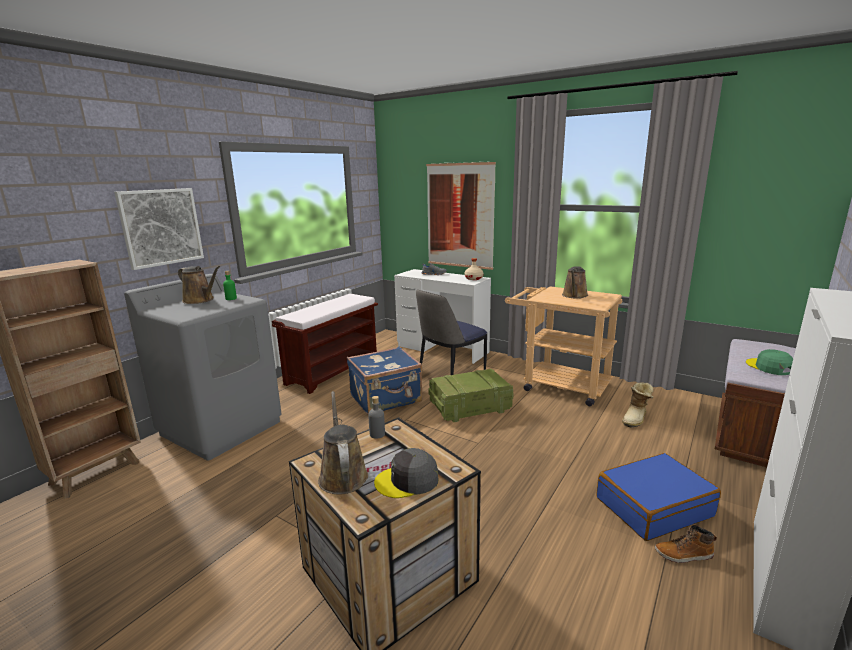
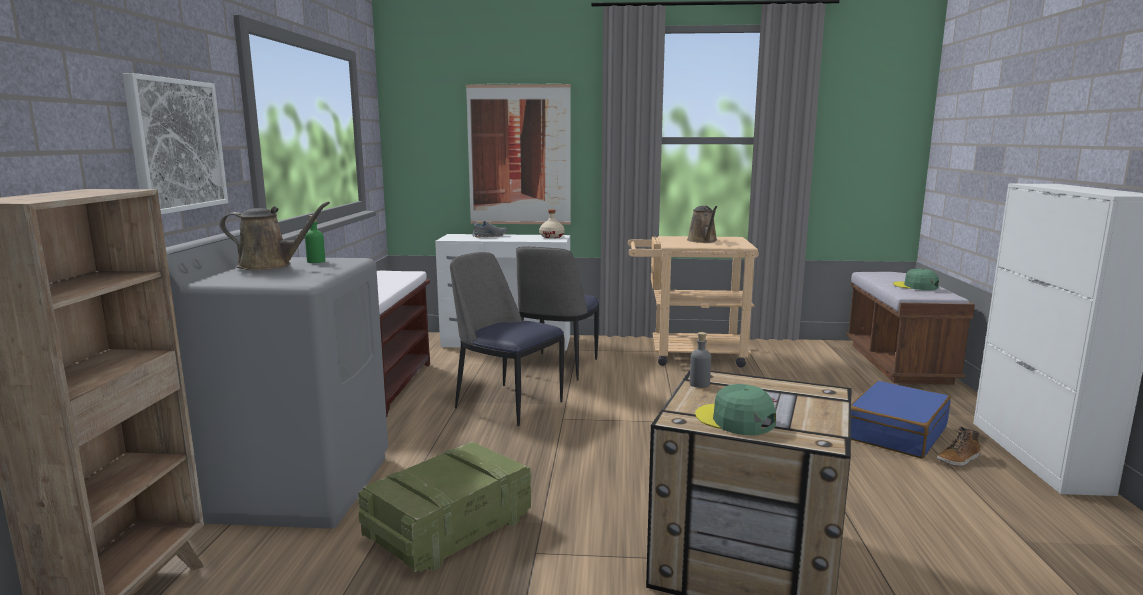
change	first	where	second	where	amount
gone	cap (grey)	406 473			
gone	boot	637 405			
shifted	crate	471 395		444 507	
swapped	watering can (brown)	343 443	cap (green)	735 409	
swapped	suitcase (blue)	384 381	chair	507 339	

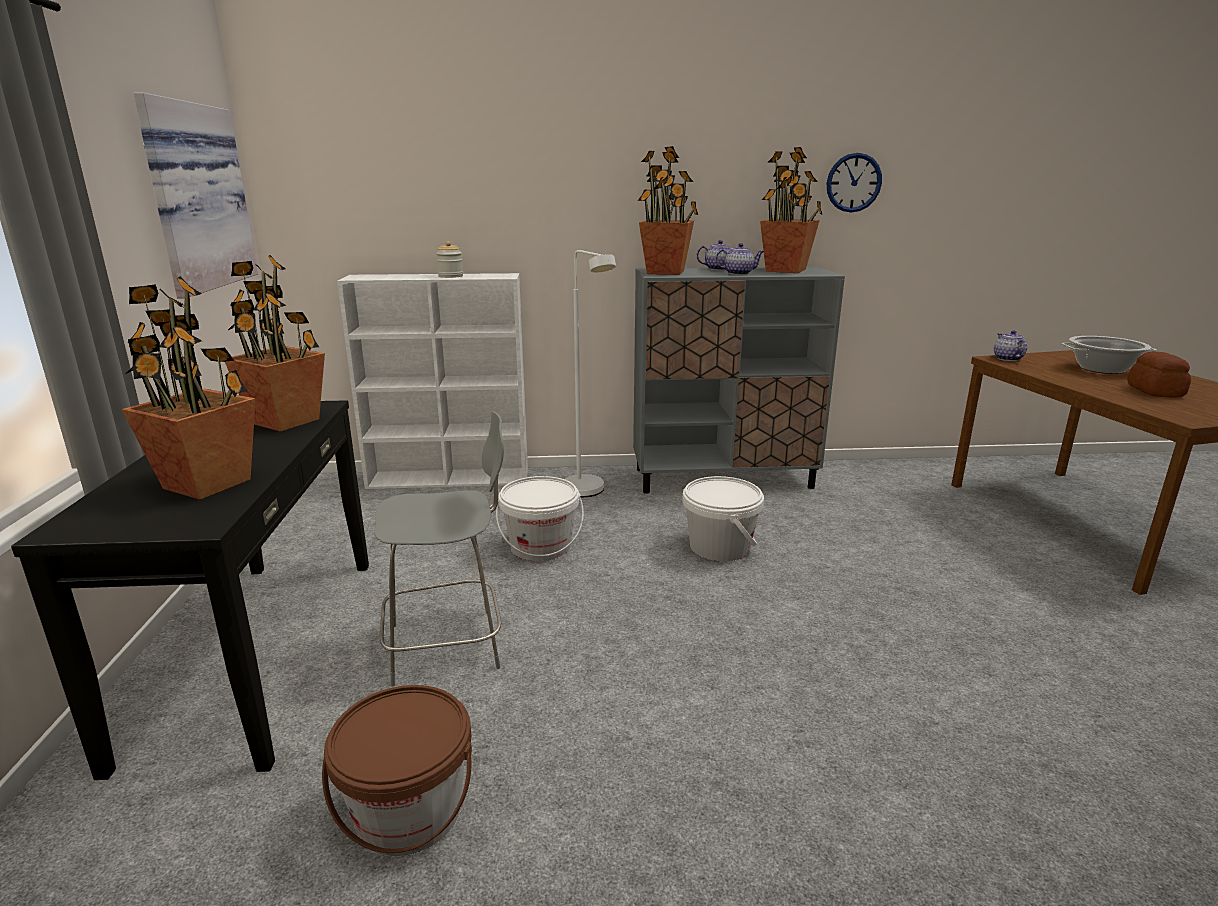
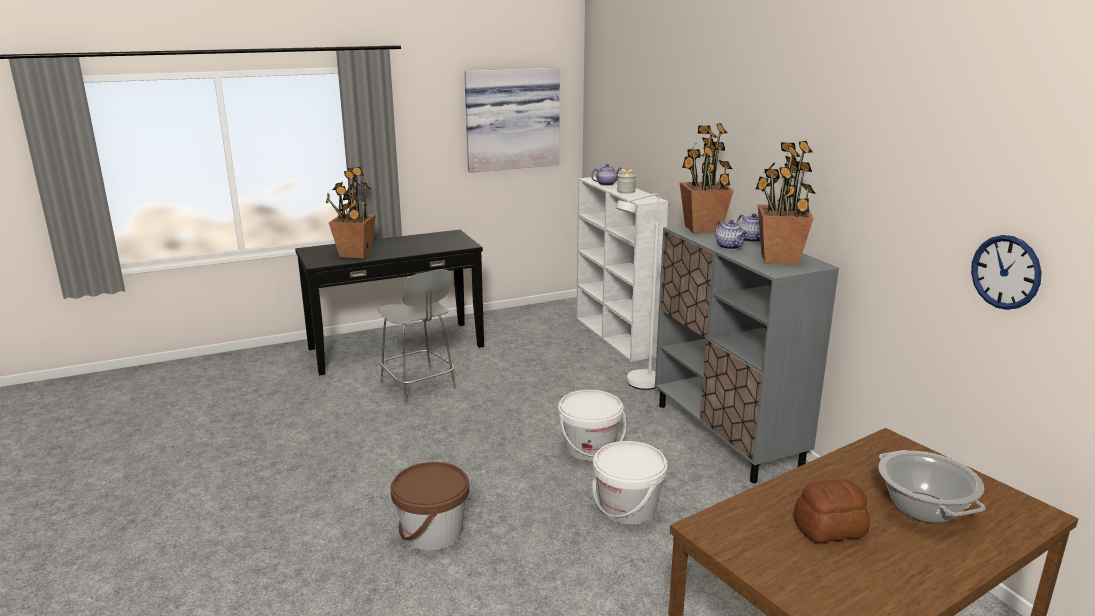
change	first	where	second	where	amount
gone	potted plant	275 343			
shifted	bucket (brown)	397 771		430 506	
shifted	bucket (white)	540 518		630 483	
shifted	wall clock	854 183		1006 272	
shifted	teapot	1010 345		606 175	

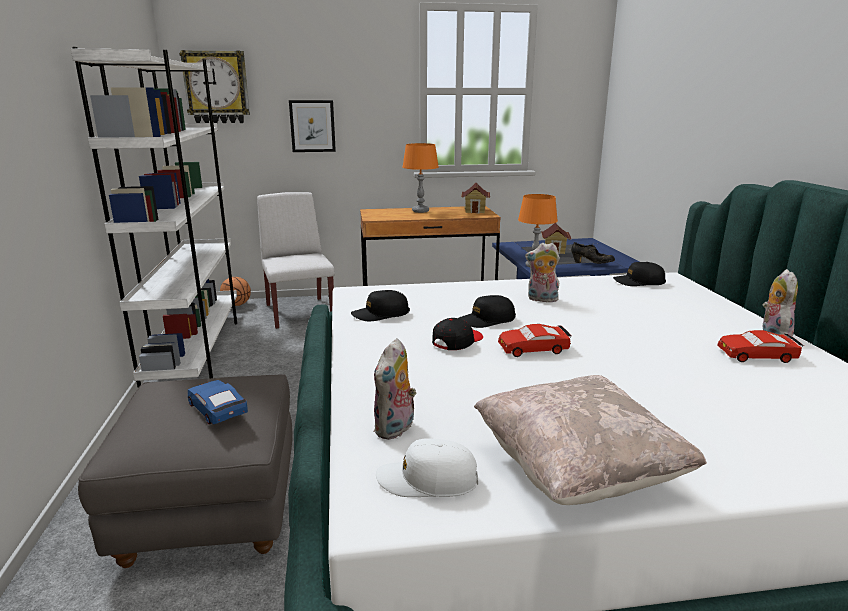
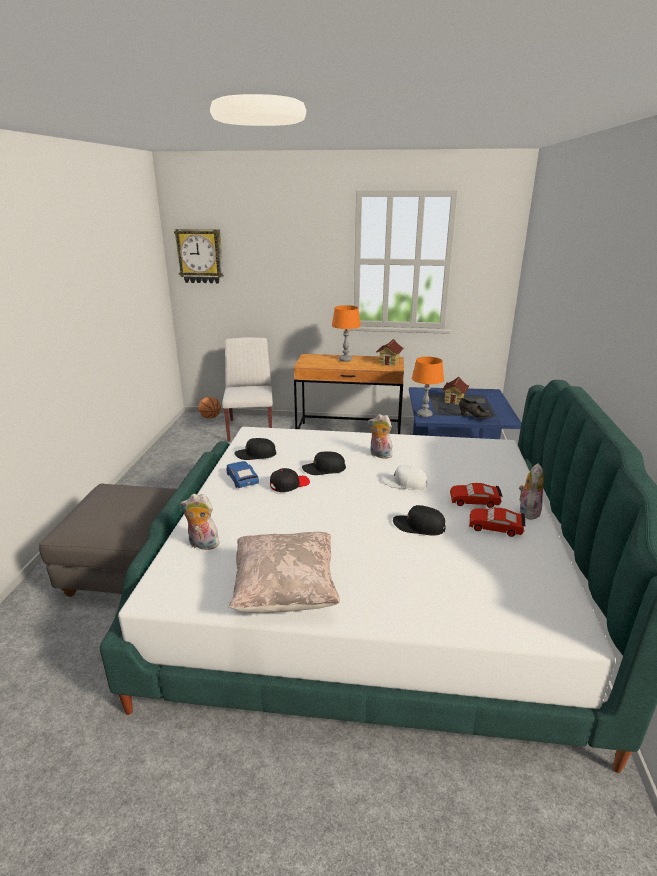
change	first	where	second	where	amount
gone	bookcase (white)	154 217			
gone	picture	312 126			
shifted	toy car (blue)	218 402		242 474	
shifted	cap (white)	427 467		404 477	
shifted	toy car (red)	534 340		476 495	
shifted	cap (black)	639 274		419 520	
rotated	plush toy	395 389		200 522	60 degrees clockwise

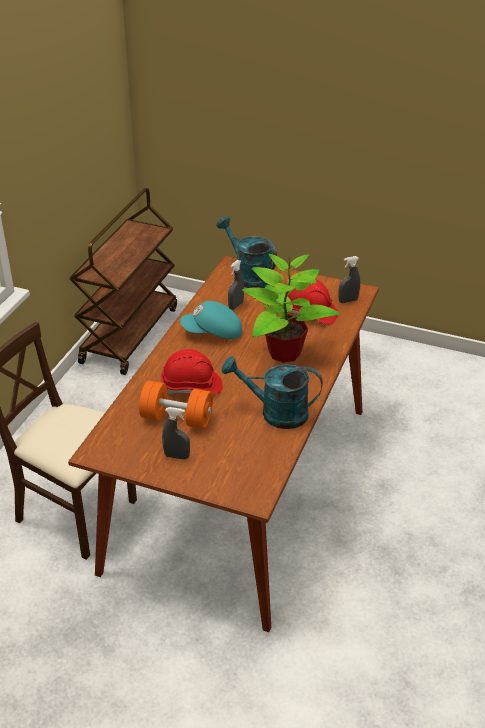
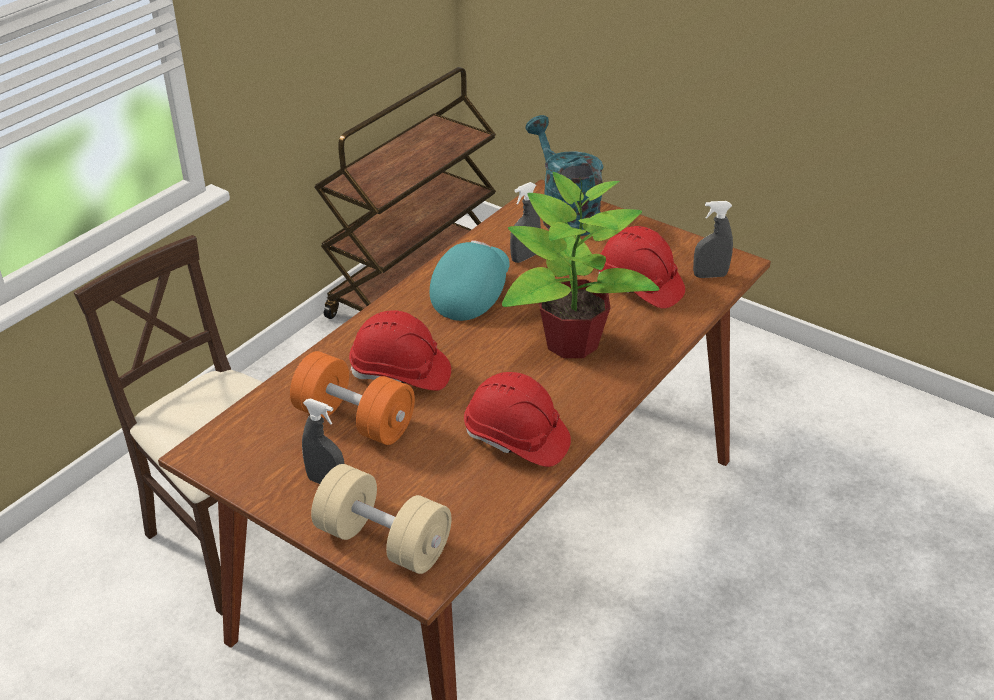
change	first	where	second	where	amount
new			dumbbell (beige)	381 519	
swapped	watering can (turquoise)	272 392	hard hat (red)	517 419	
rotated	cap (turquoise)	211 320		470 280	105 degrees clockwise

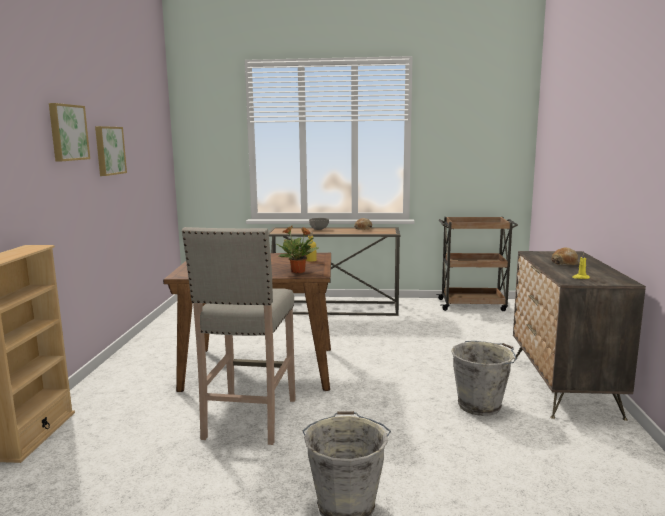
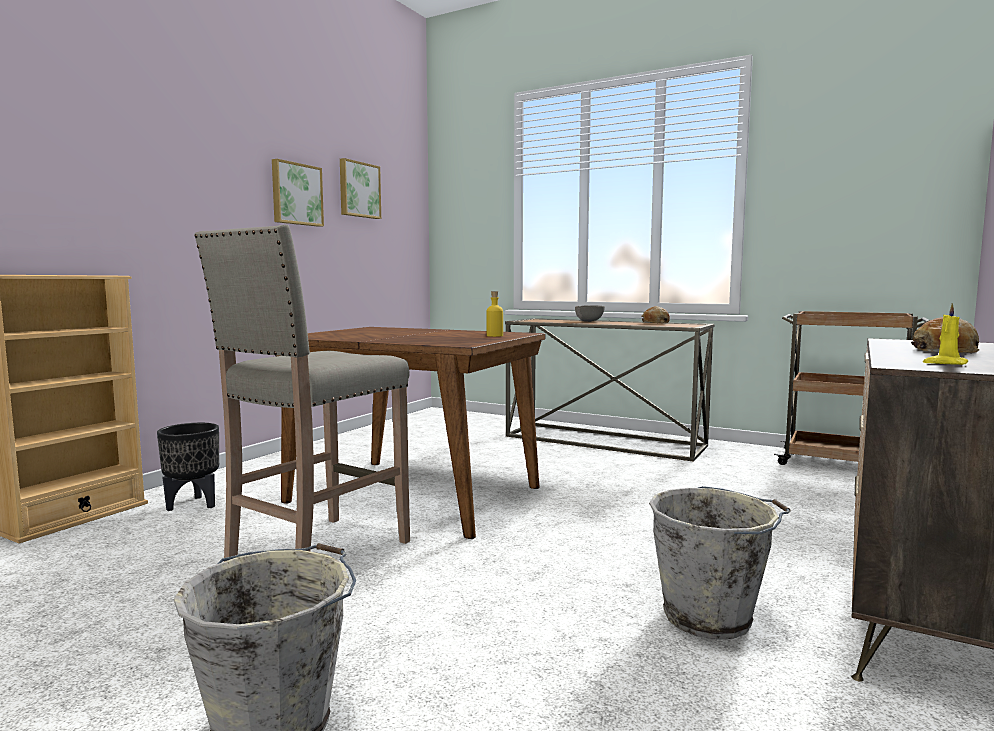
change	first	where	second	where	amount
gone	potted plant	297 249			
new			planter (black)	188 467	
shifted	picture	69 132		360 188	

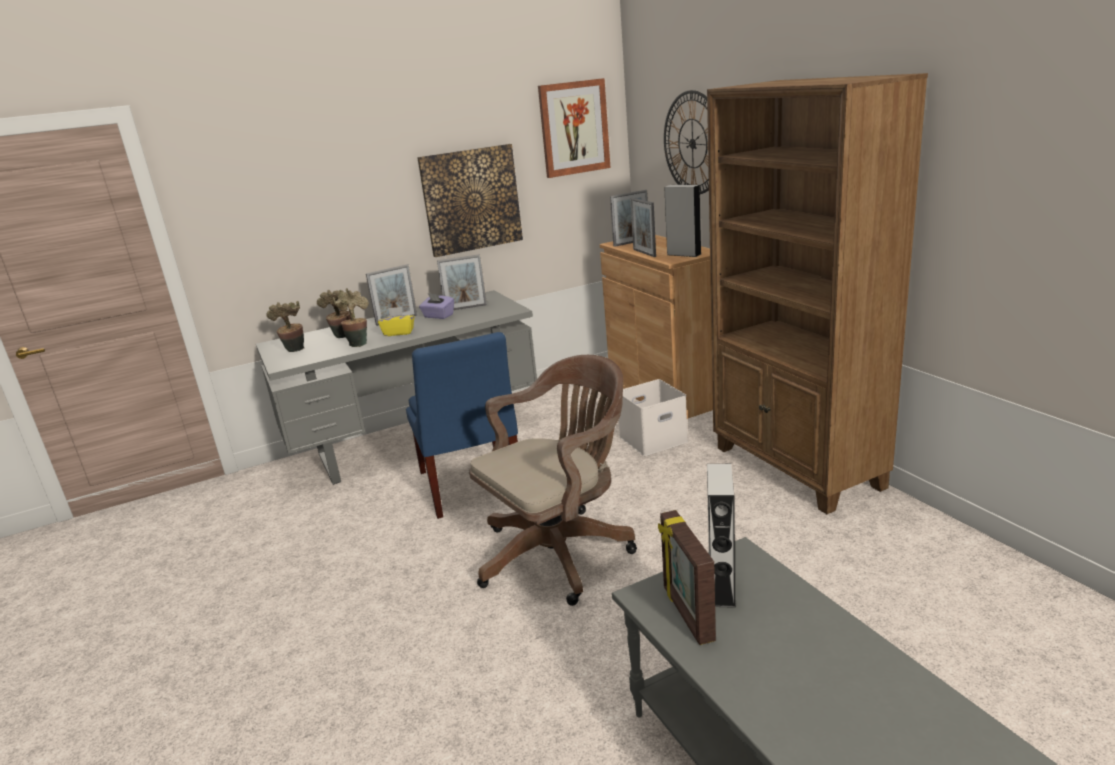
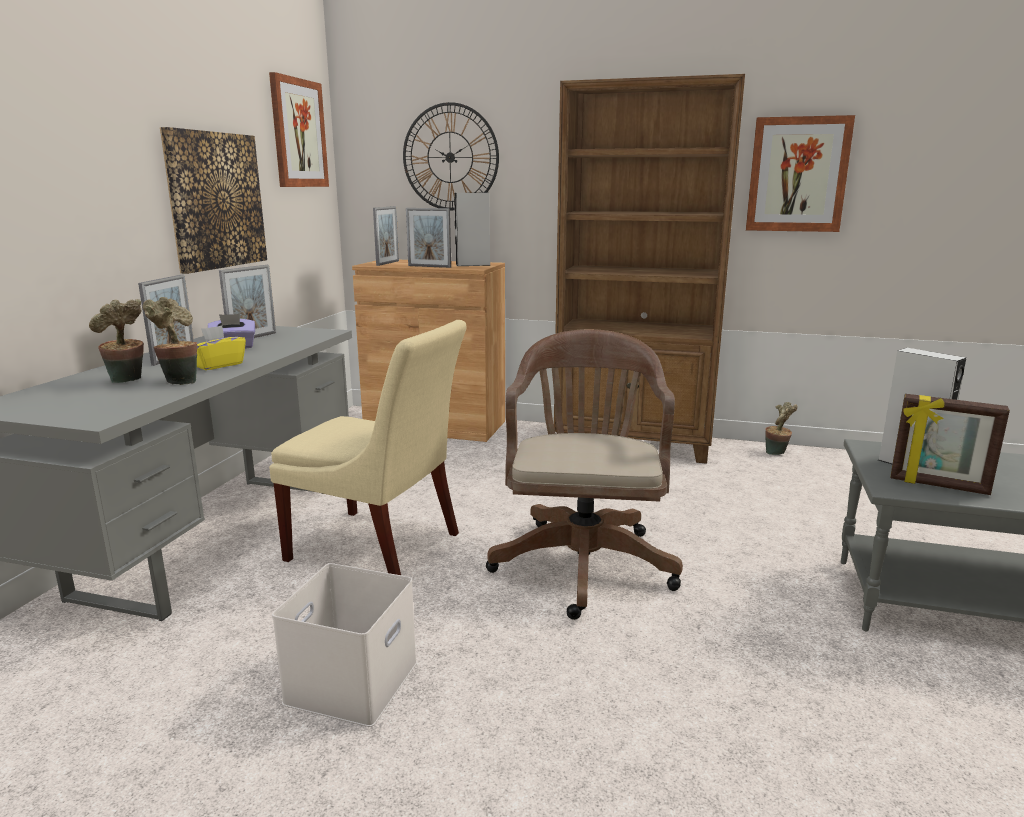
change	first	where	second	where	amount
new			picture	800 173	
shifted	potted plant	285 326		781 428	
shifted	storage box (white)	653 417		344 645	
repainted	chair (blue)	462 425	chair (beige)	368 447	

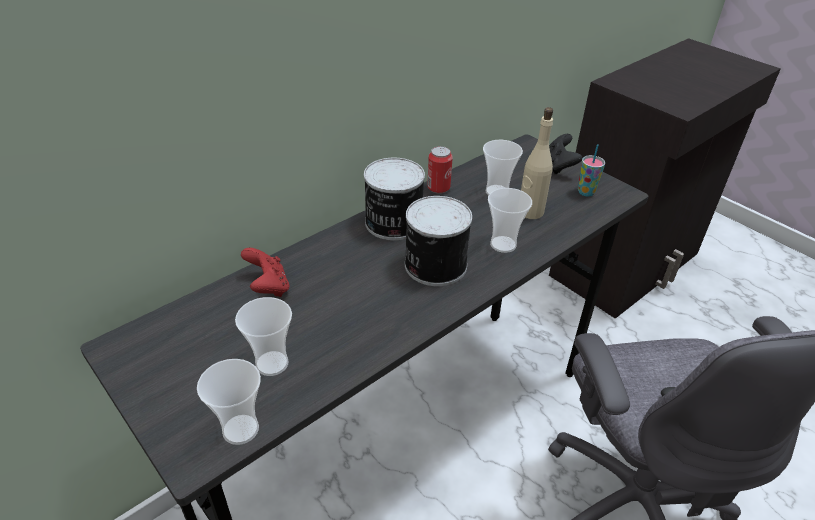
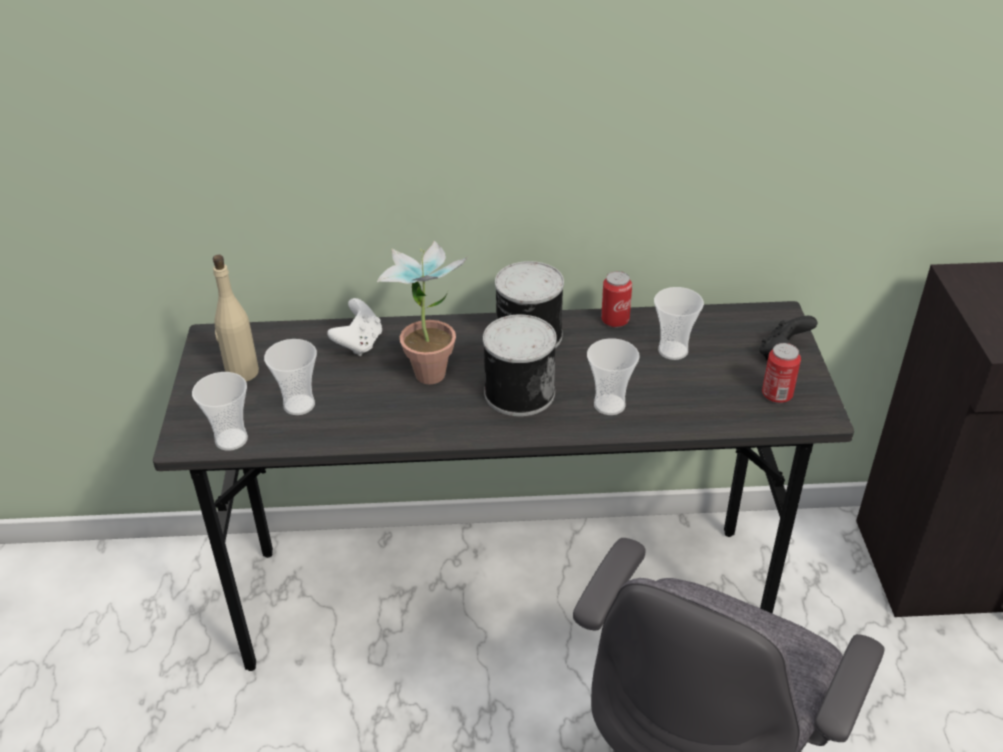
change	first	where	second	where	amount
new			potted plant	422 312	
shifted	bottle (beige)	537 163		236 318	
swapped	cup	591 170	can	781 373	
repainted	game controller (red)	265 272	game controller (white)	354 327	

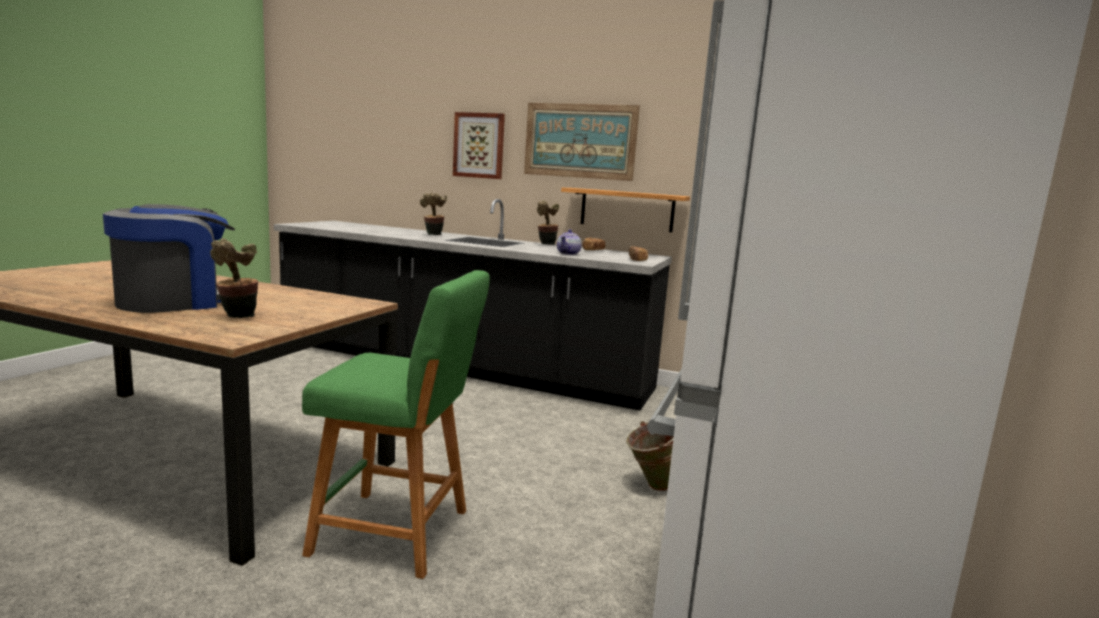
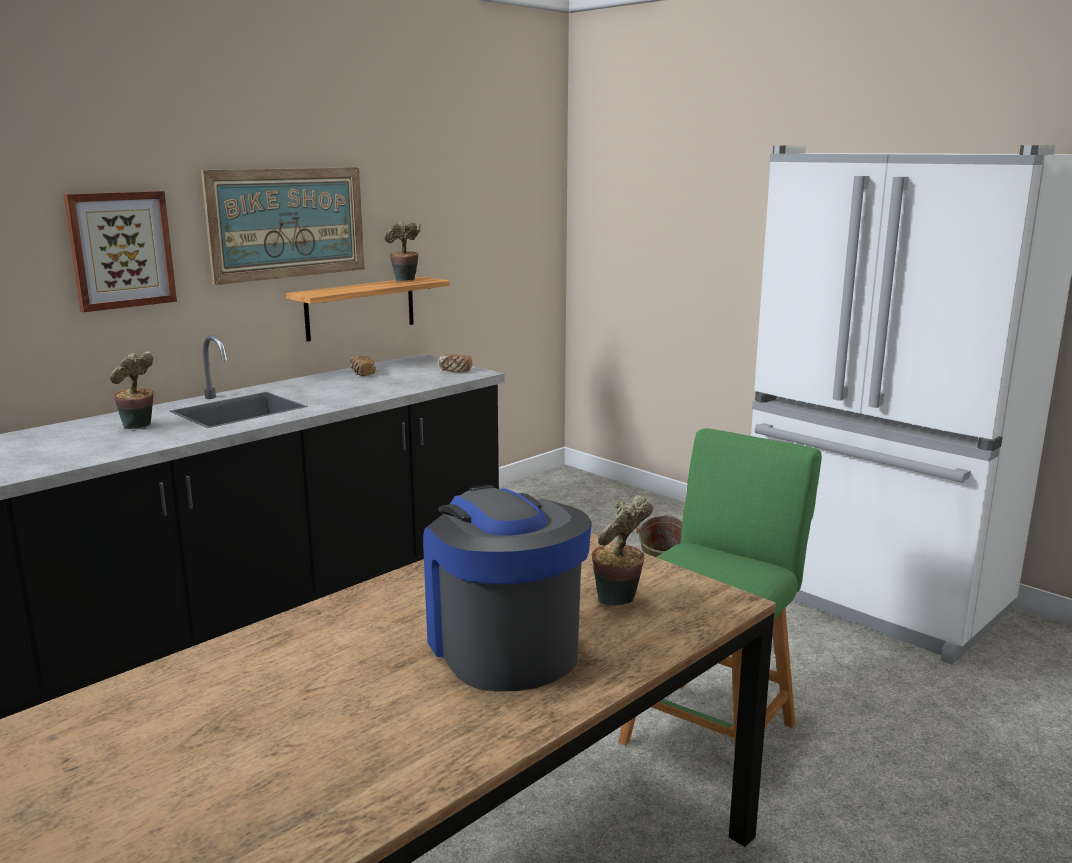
change	first	where	second	where	amount
gone	teapot	569 242			
shifted	potted plant	548 222		402 251	

